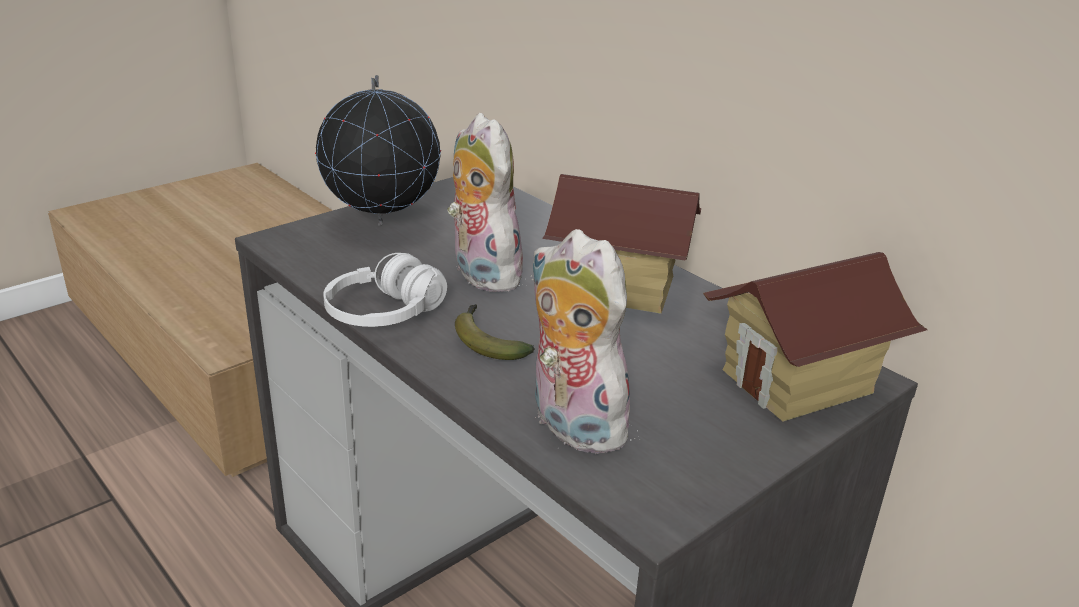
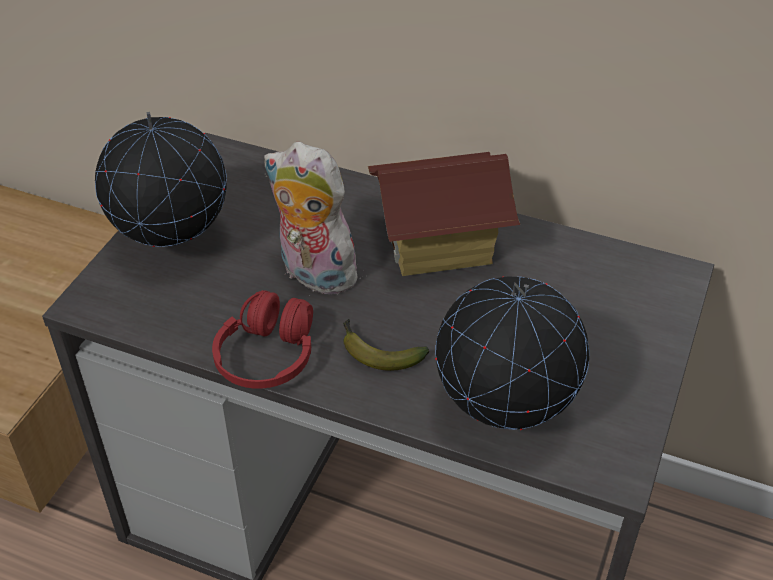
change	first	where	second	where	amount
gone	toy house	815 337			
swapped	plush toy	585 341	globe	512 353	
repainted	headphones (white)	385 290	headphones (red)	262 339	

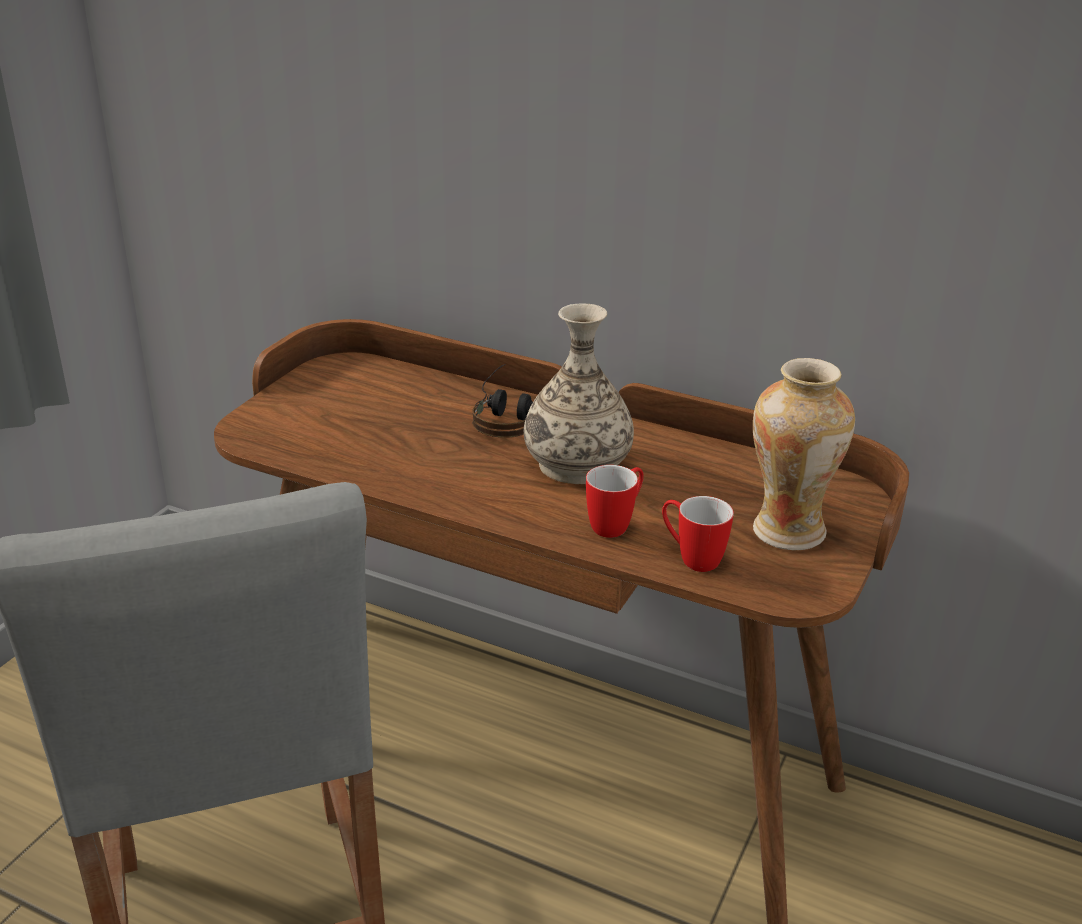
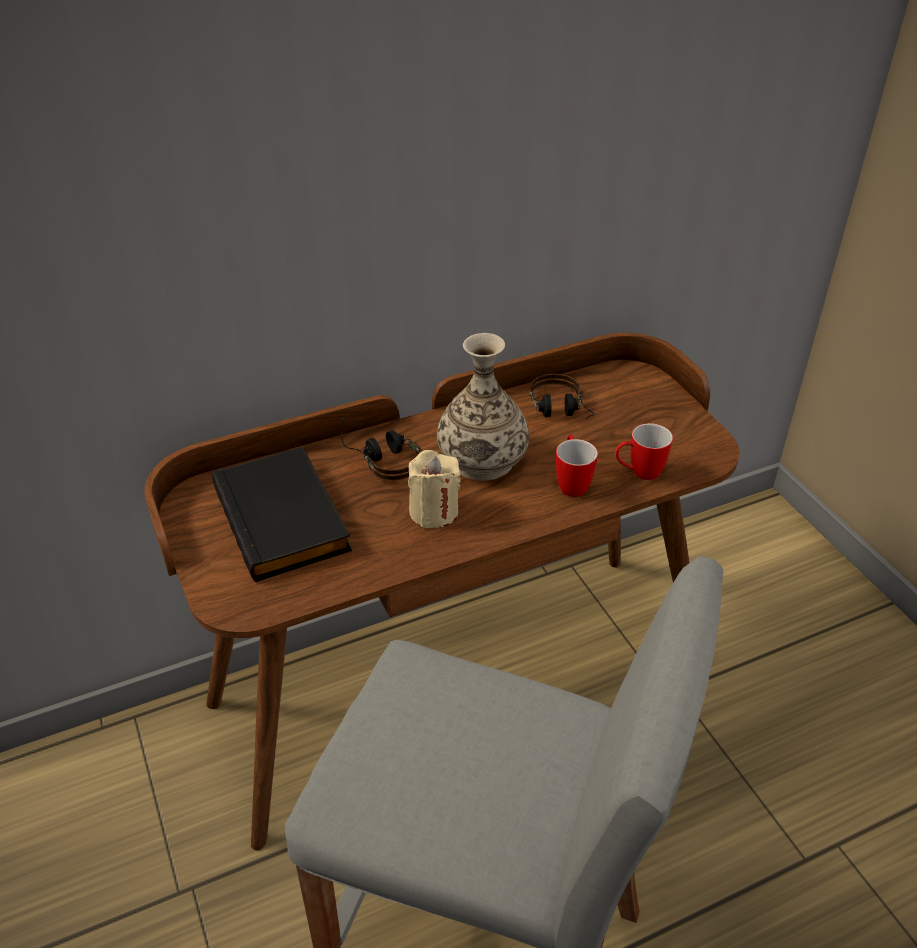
change	first	where	second	where	amount
gone	vase	804 454			
new			book (black)	282 514	
new			candle (beige)	434 489	
new			headphones	562 396	

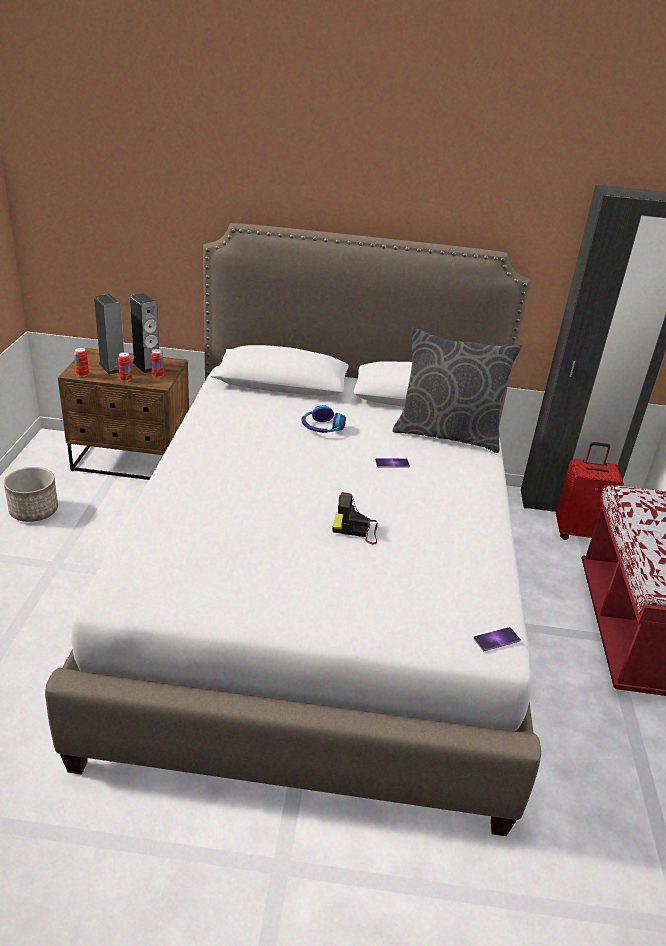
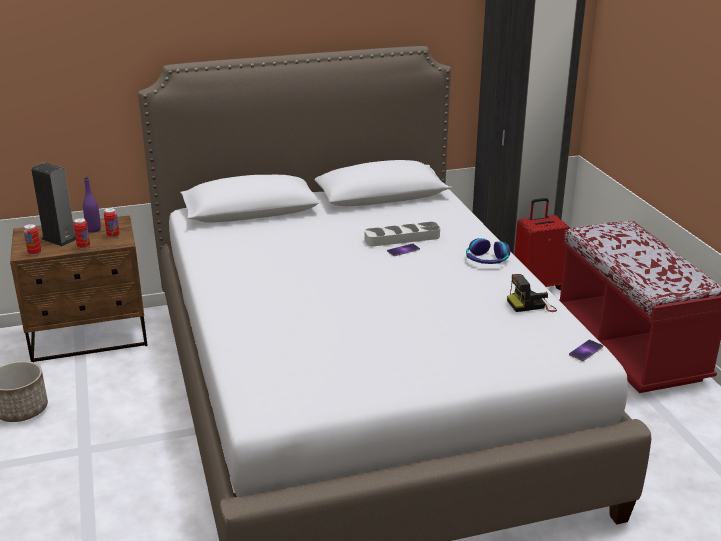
change	first	where	second	where	amount
gone	pillow (grey)	457 390			
new			tray (grey)	402 234	
shifted	headphones	323 419		488 251	
shifted	photo camera	355 518		532 293	
swapped	speaker	144 333	bottle (purple)	92 205	

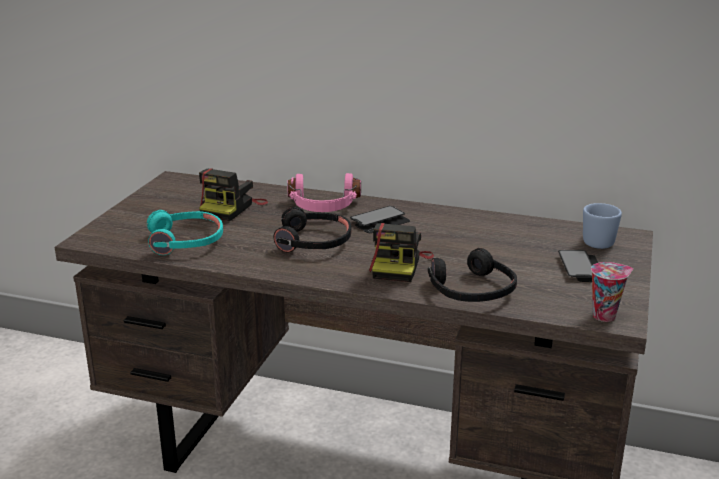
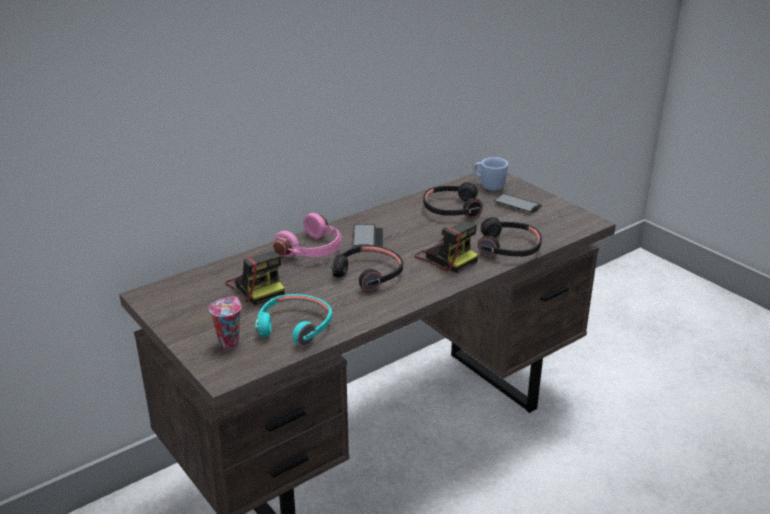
change	first	where	second	where	amount
new			headphones (black)	453 200	
shifted	cup	612 292		225 323	

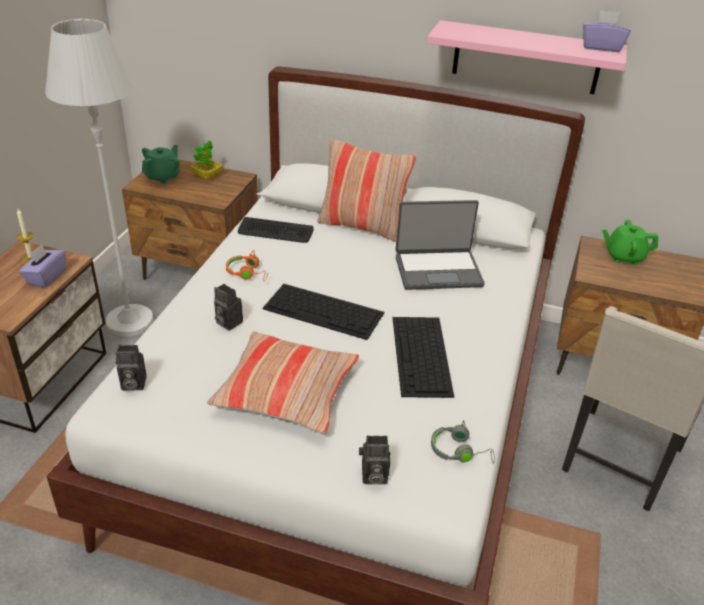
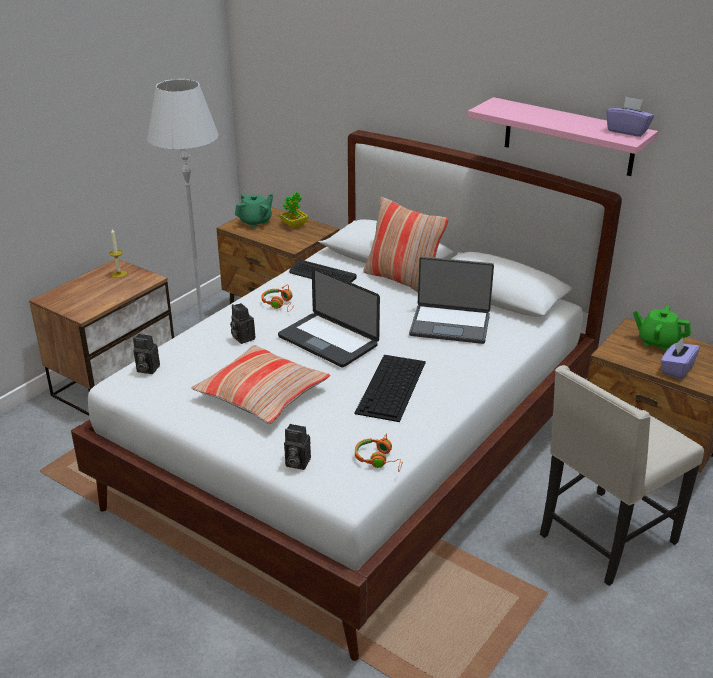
change	first	where	second	where	amount
shifted	tissue box (purple)	42 266		680 358	
swapped	keyboard	323 312	laptop	329 317	
repainted	headphones (grey)	463 442	headphones (orange)	379 453	

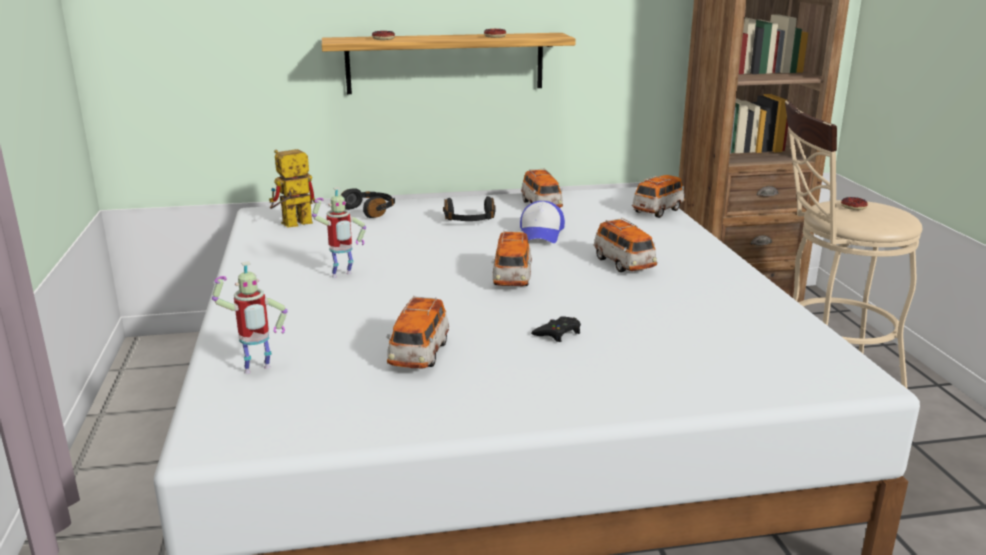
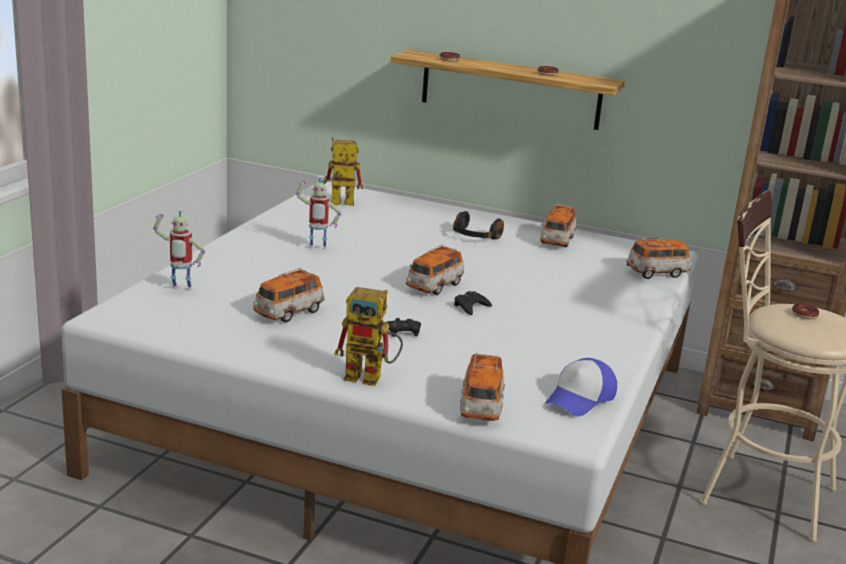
change	first	where	second	where	amount
gone	headphones (black)	368 203			
new			toy robot	368 336	
new			game controller (black)	473 303	
shifted	cap	542 222		581 387	
shifted	toy car	625 245		482 387	

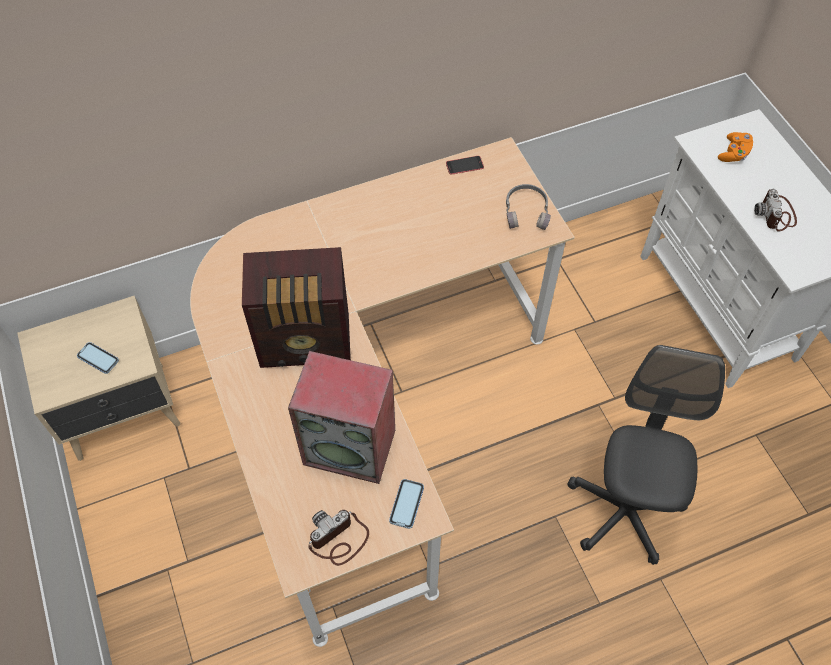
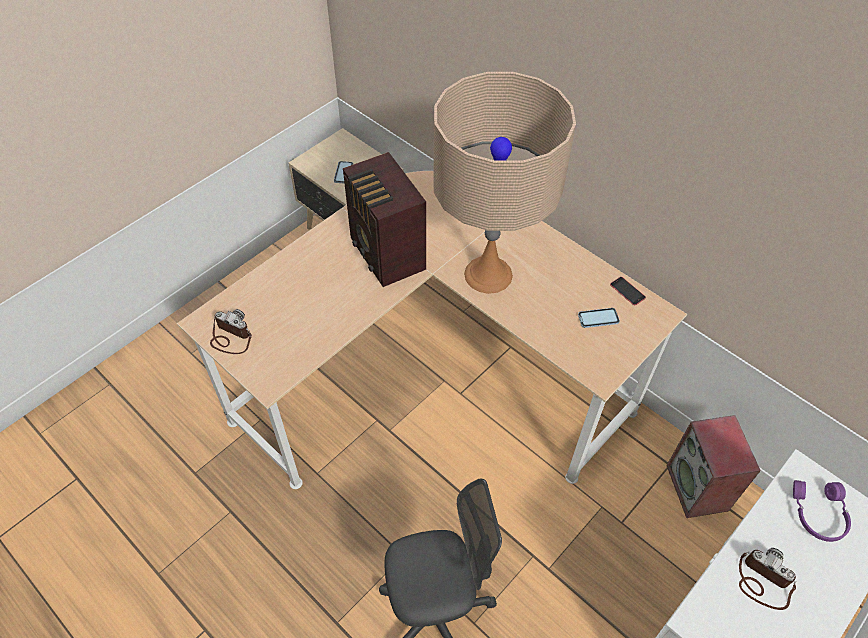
change	first	where	second	where	amount
gone	headphones (grey)	528 207			
new			table lamp (beige)	505 183	
shifted	speaker	341 417		713 466	
shifted	phone	406 504		599 318	
swapped	game controller (orange)	735 147	headphones (purple)	822 511	
rotated	photo camera	775 210		767 579	60 degrees clockwise

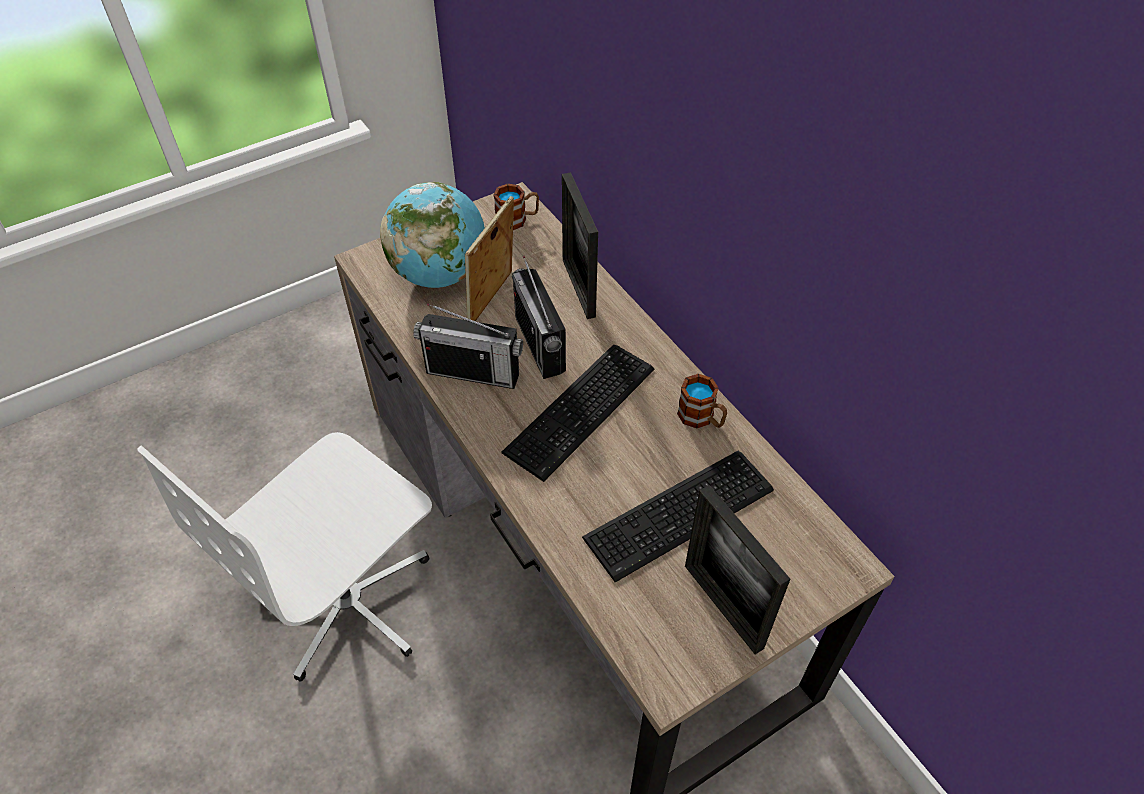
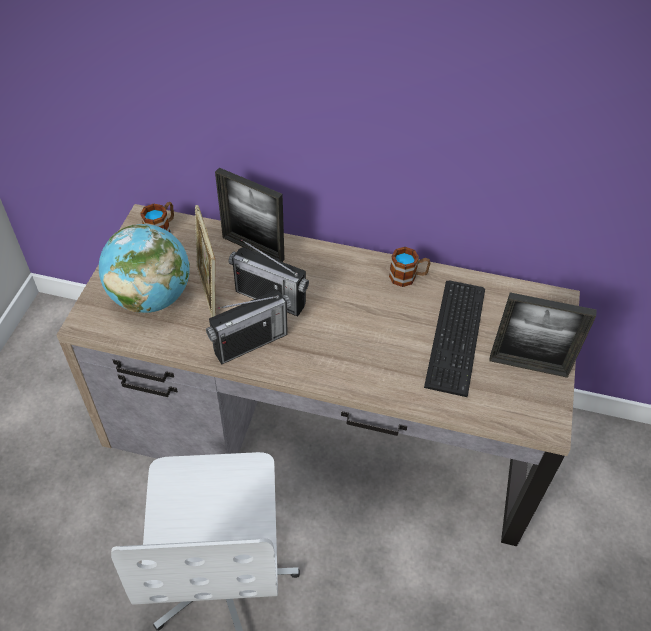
change	first	where	second	where	amount
gone	keyboard	577 413			

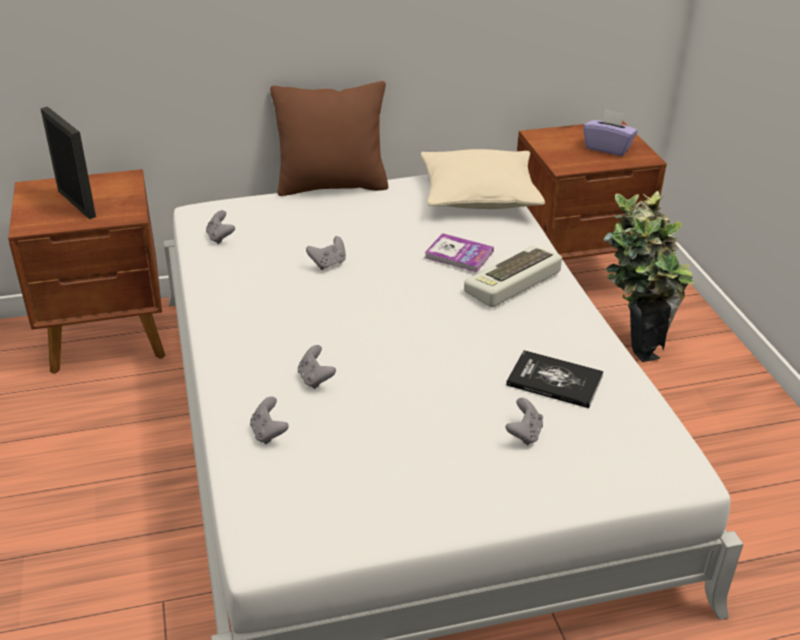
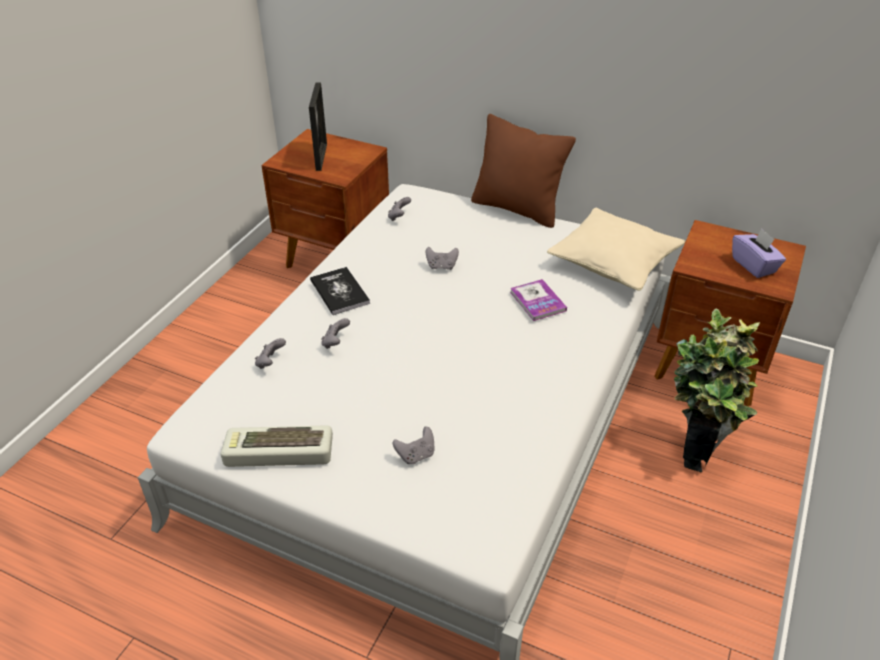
change	first	where	second	where	amount
shifted	keyboard	513 276		277 446	
shifted	book	555 379		340 291	

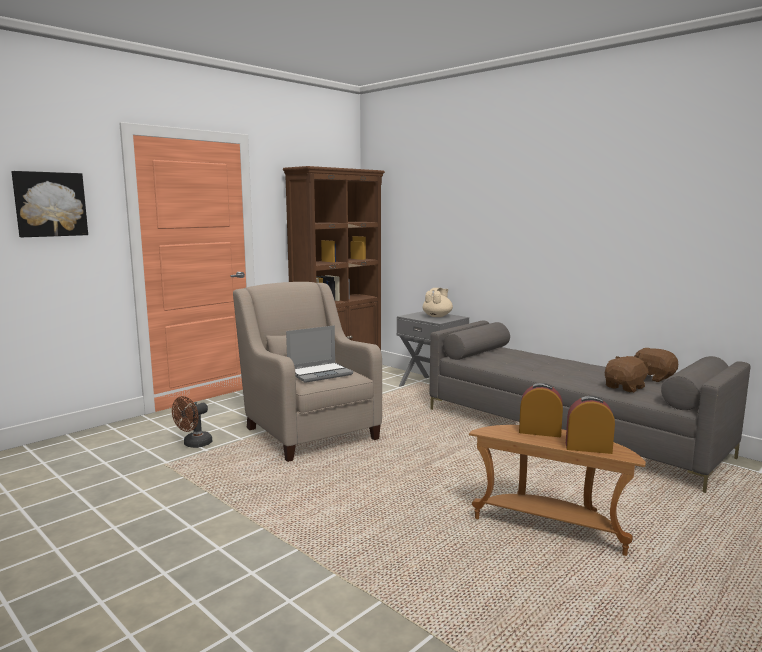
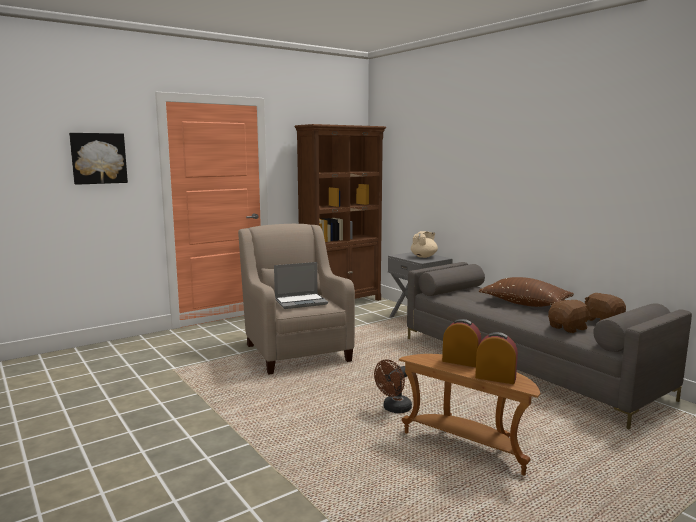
change	first	where	second	where	amount
new			pillow (brown)	526 292	
shifted	fan (brown)	192 422		393 386	

